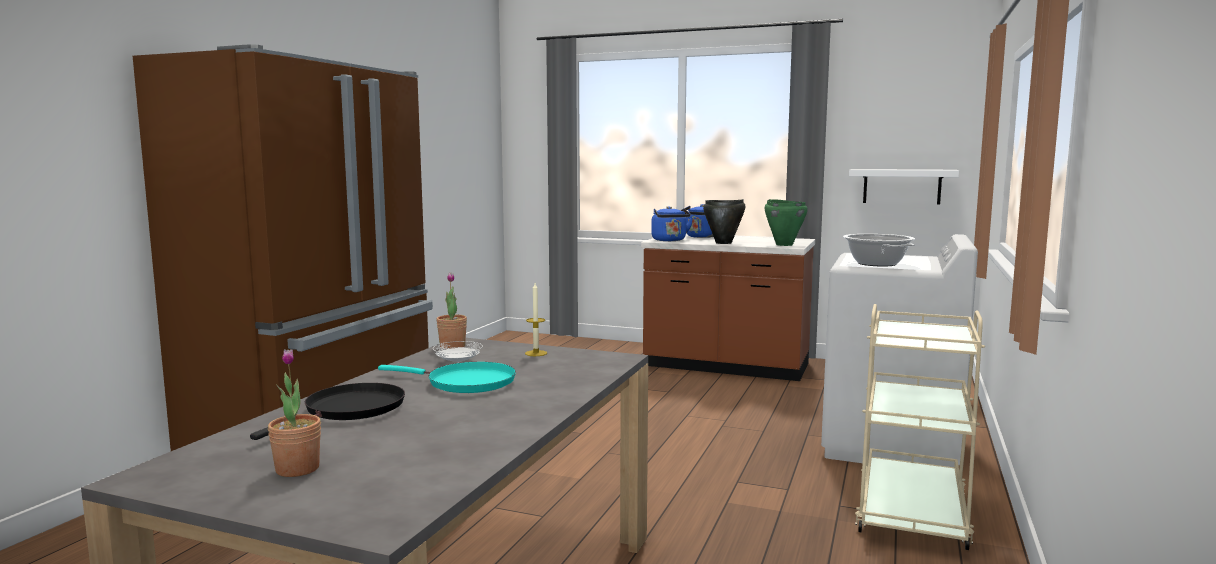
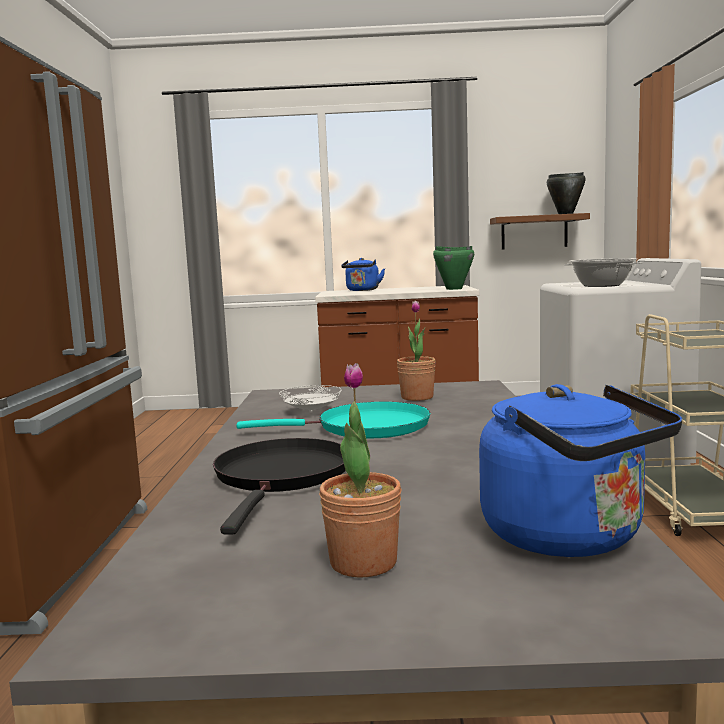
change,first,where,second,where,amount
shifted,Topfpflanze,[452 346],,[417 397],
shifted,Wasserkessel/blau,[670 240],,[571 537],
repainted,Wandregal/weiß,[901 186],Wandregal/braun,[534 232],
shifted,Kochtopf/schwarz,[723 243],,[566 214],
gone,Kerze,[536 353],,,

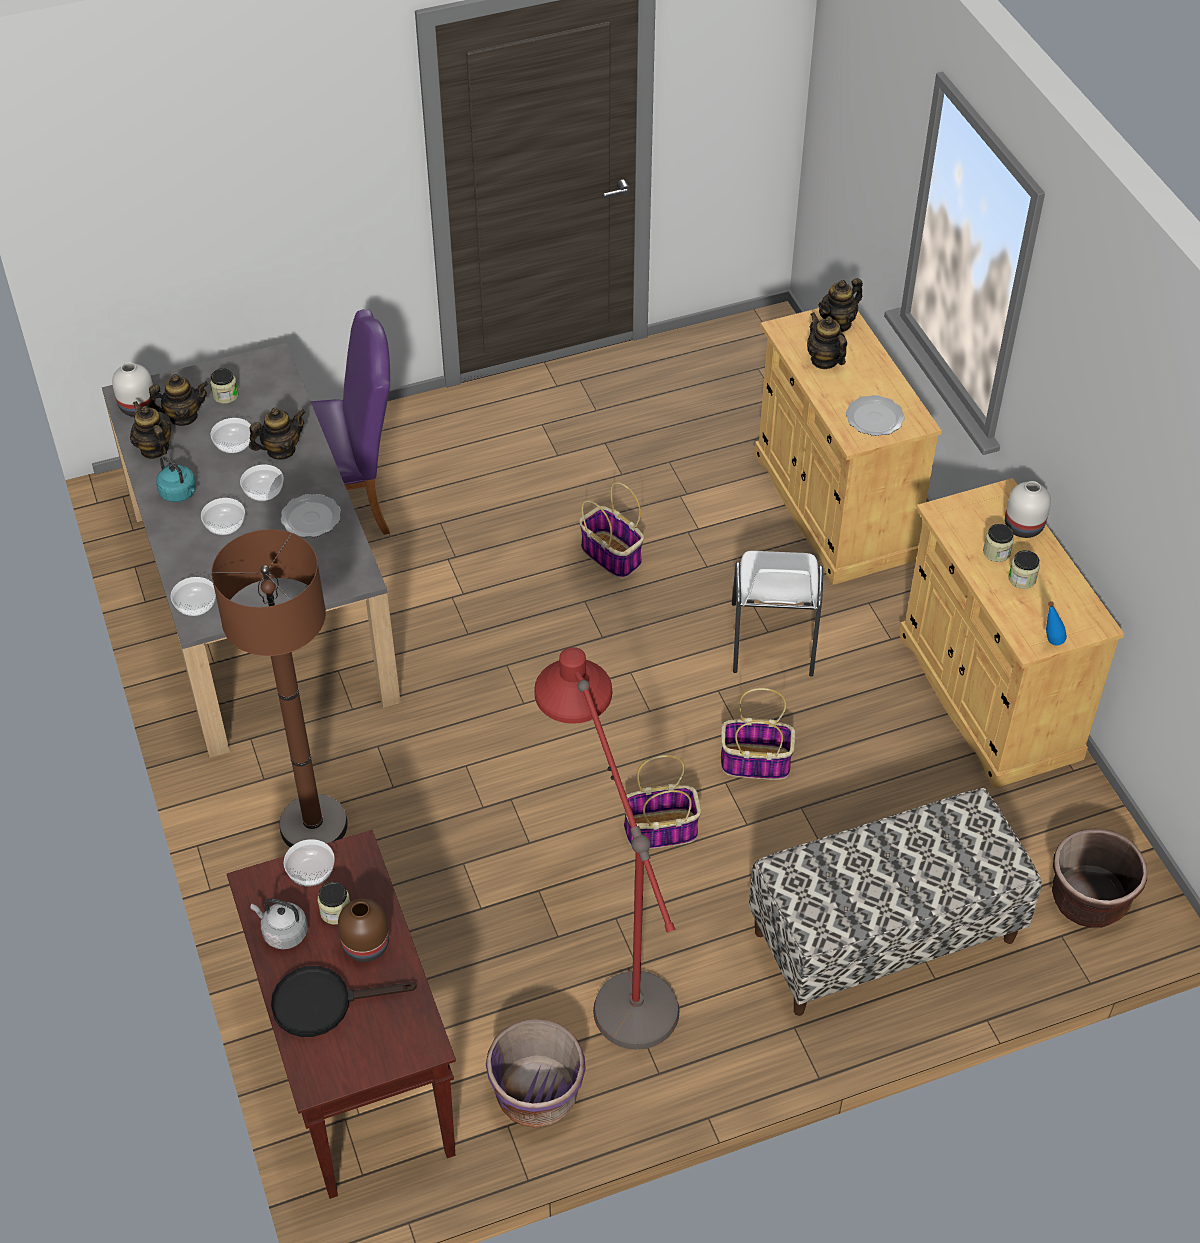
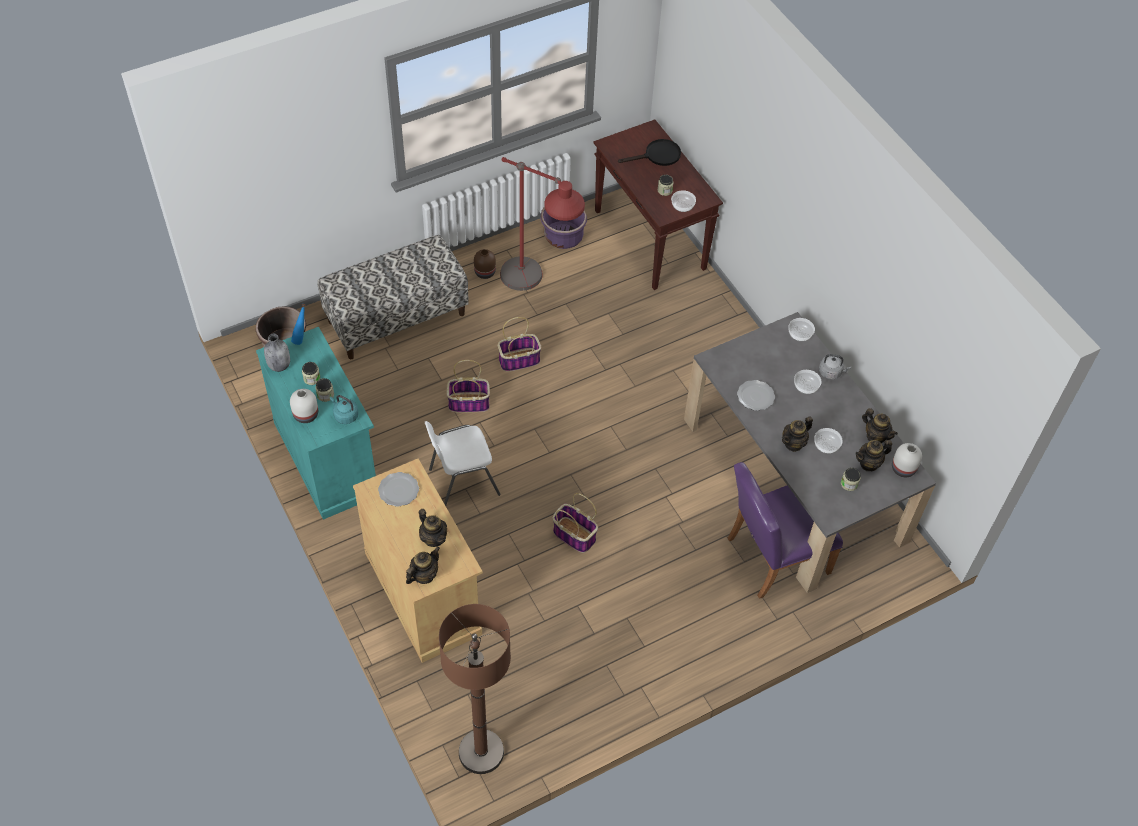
change,first,where,second,where,amount
repainted,Schrank/beige,[988 695],Schrank/türkis,[327 458],
new,,,Flasche/grau,[279 365],
shifted,Wasserkessel/türkis,[179 493],,[345 415],
rotated,Stuhl/weiß,[772 642],,[462 481],105 degrees counterclockwise
shifted,Stehlampe/braun,[314 825],,[481 752],
shifted,Vase/braun,[367 946],,[484 272],
shifted,Wasserkessel/grau,[283 933],,[831 372],
gone,Schüssel,[264 491],,,

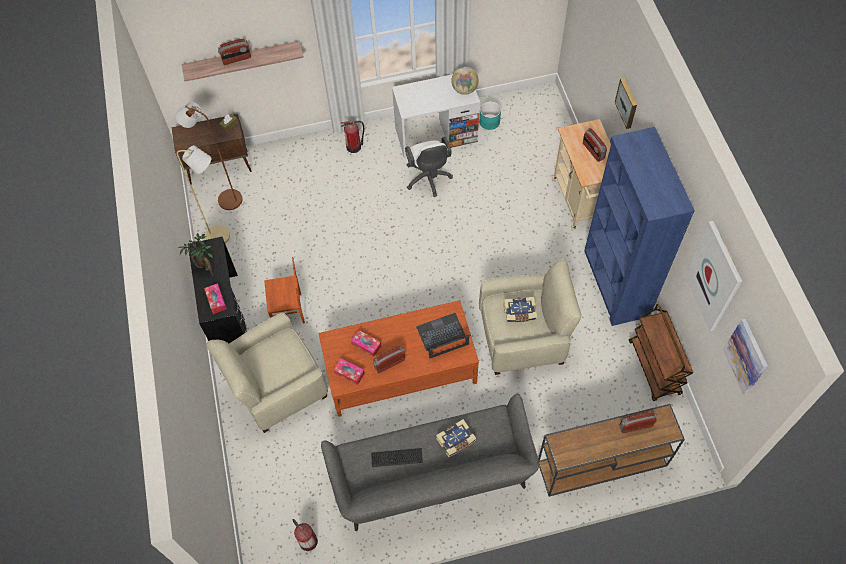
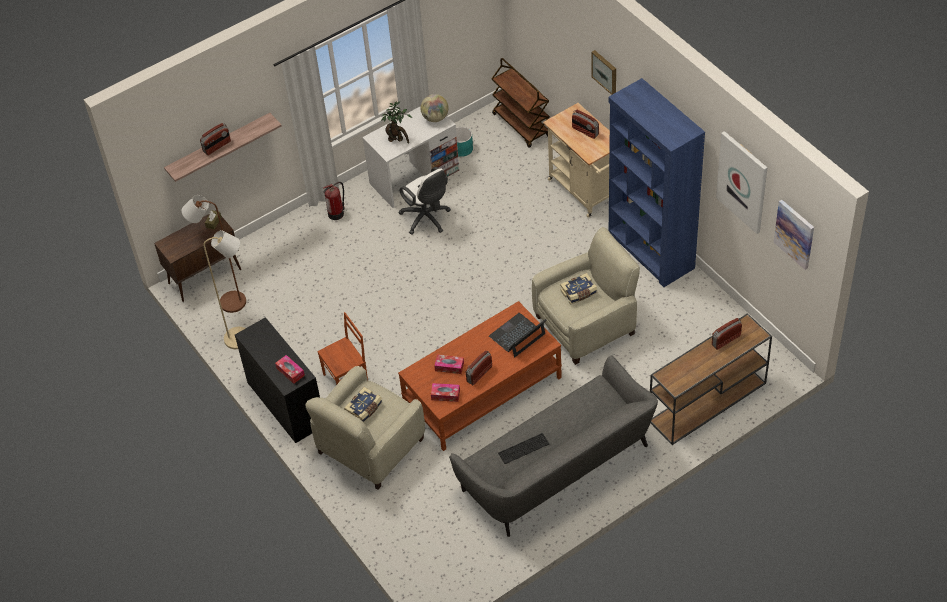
change,first,where,second,where,amount
shifted,Buch,[456 441],,[364 409],
shifted,Topfpflanze,[205 267],,[397 140],
shifted,Rollwagen/braun,[654 368],,[522 125],
gone,Feuerlöscher,[307 540],,,

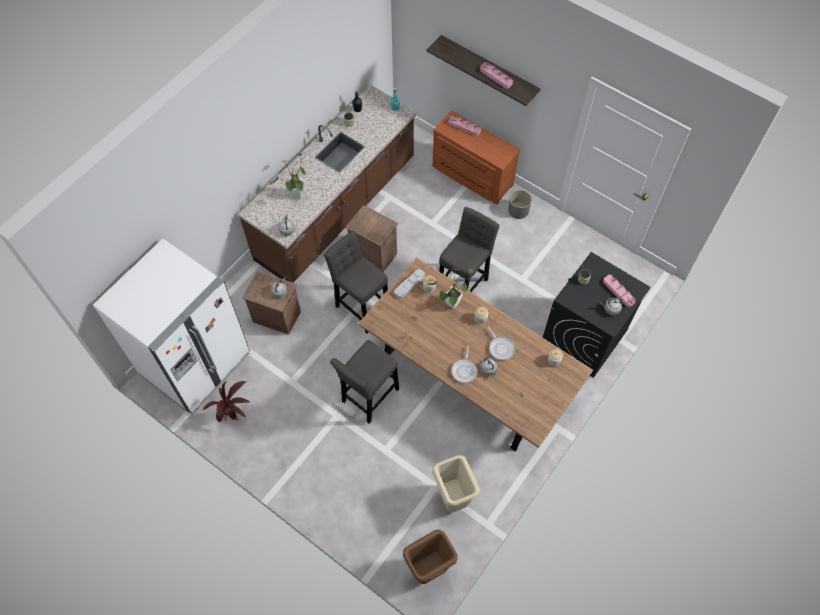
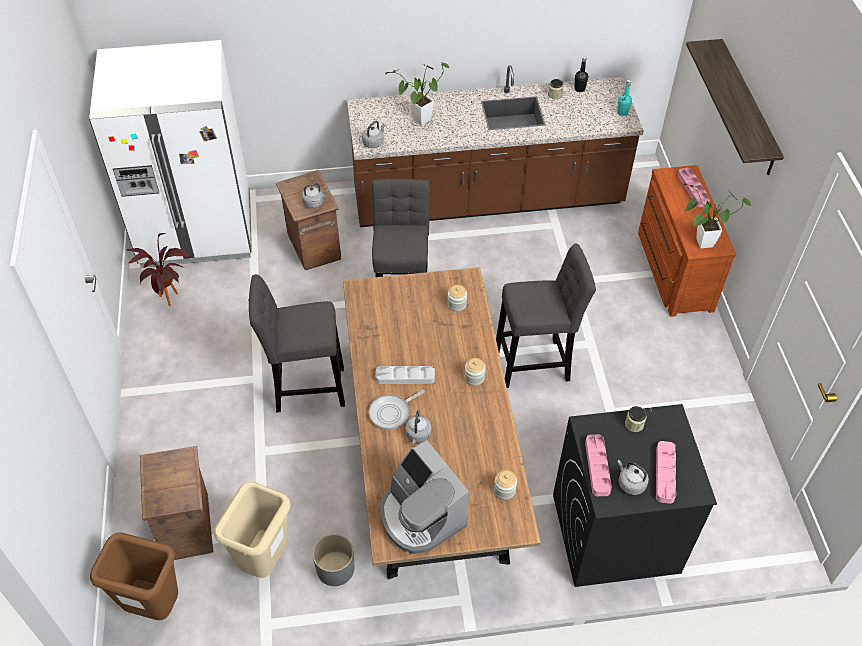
change,first,where,second,where,amount
shifted,Kiste,[373 255],,[187 527],
shifted,Pflanzkübel/grau,[518 210],,[335 568],
shifted,Tablett/grau,[409 284],,[405 377],
new,,,Kaffeemaschine,[420 515],
shifted,Tablett/rosa,[496 77],,[597 467],
shifted,Topfpflanze,[450 305],,[700 243],
gone,Pfanne,[500 347],,,

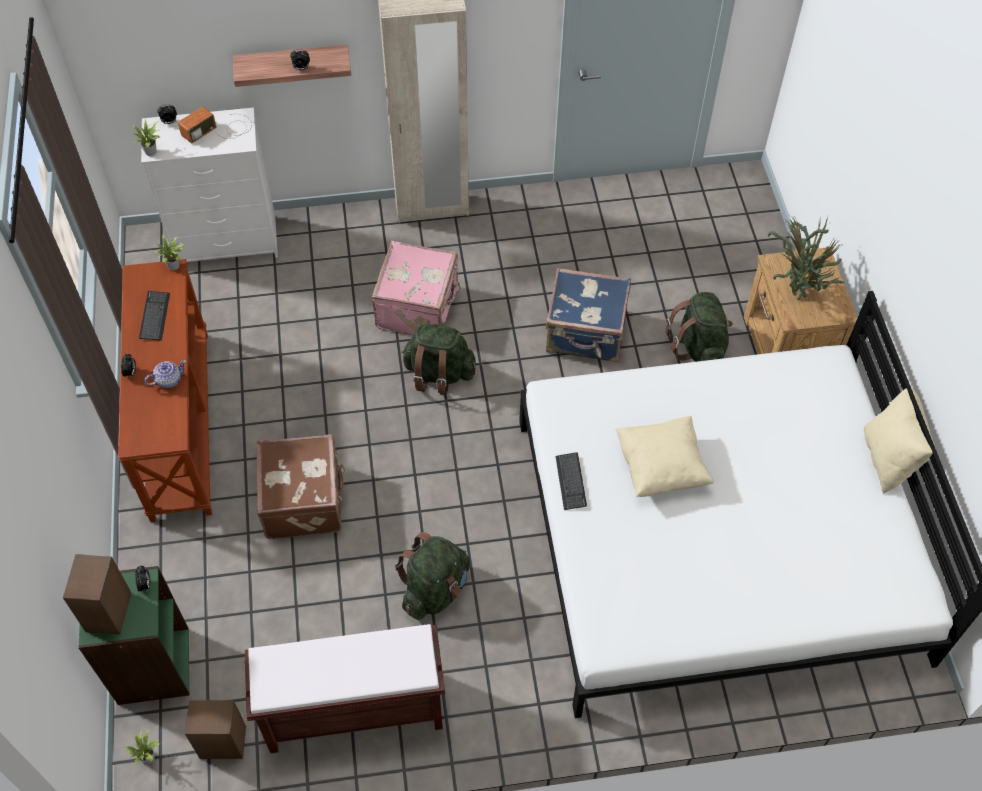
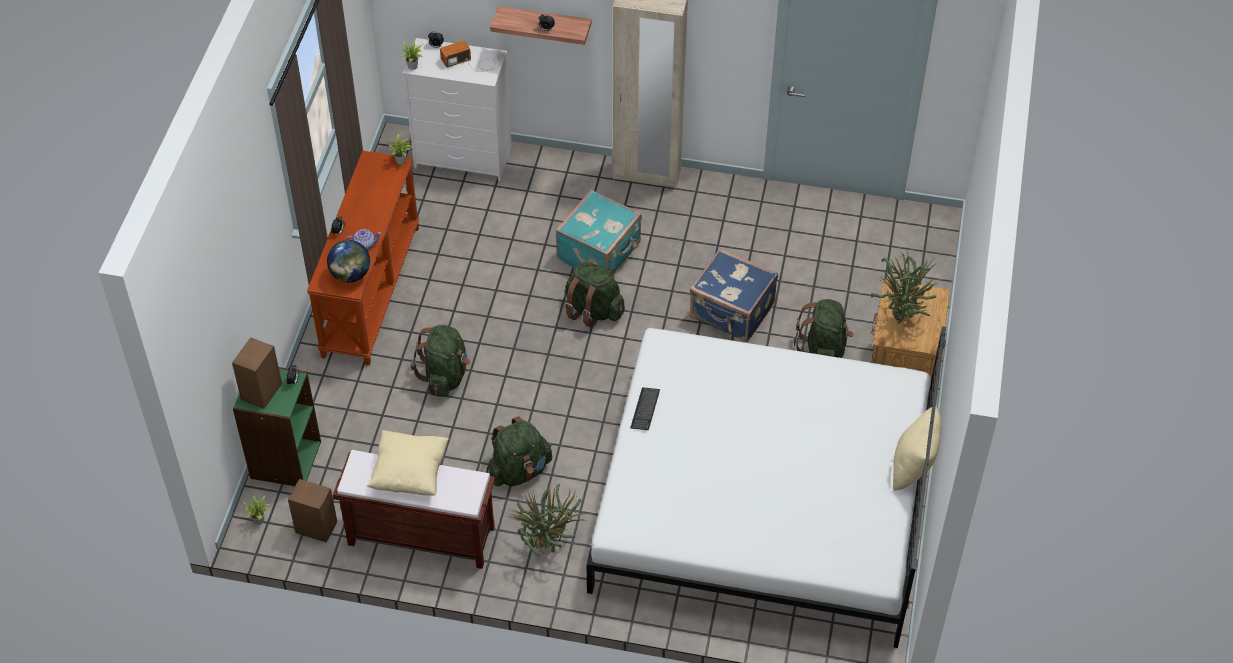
change,first,where,second,where,amount
new,,,Globus,[350 275],
shifted,Kissen/beige,[661 467],,[410 474],
swapped,Koffer/braun,[305 500],Rucksack/grün,[445 376],
new,,,Topfpflanze,[549 546],
repainted,Koffer/rosa,[419 307],Koffer/türkis,[600 252],
gone,Tastatur,[155 316],,,

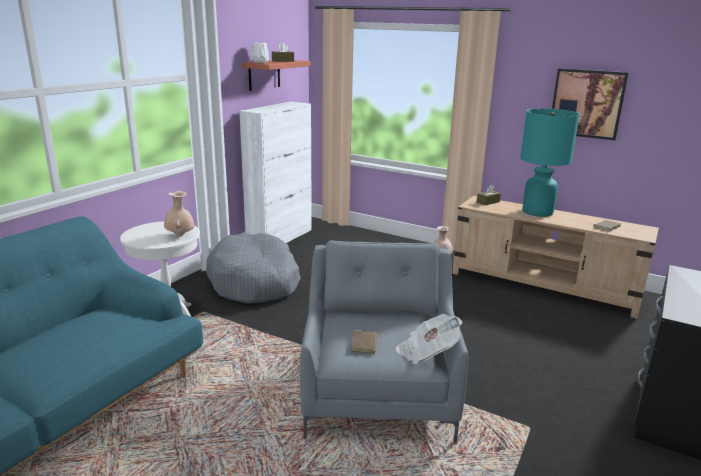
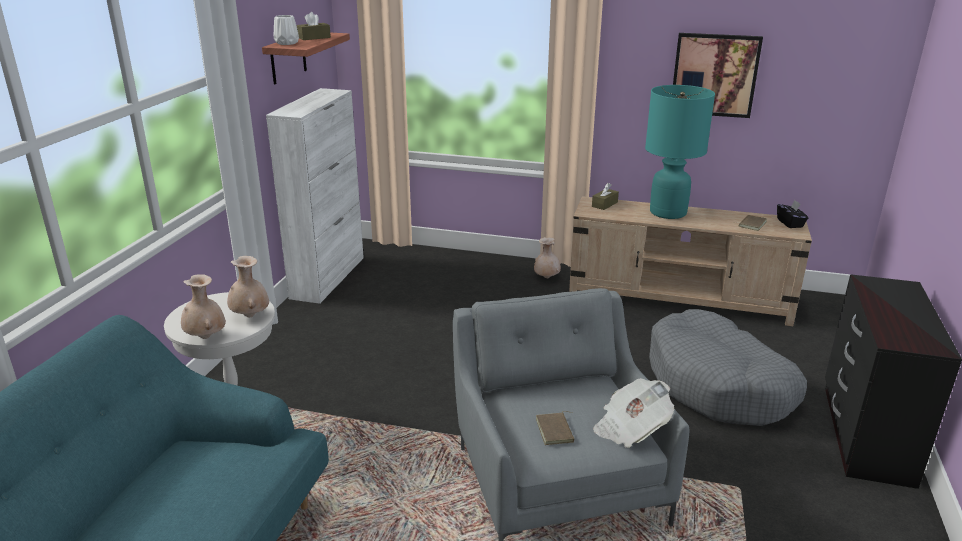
change,first,where,second,where,amount
new,,,Vase/beige,[206 337],
shifted,Hundebett/grau,[255 281],,[719 385],
new,,,Taschentuchbox/schwarz,[790 223],

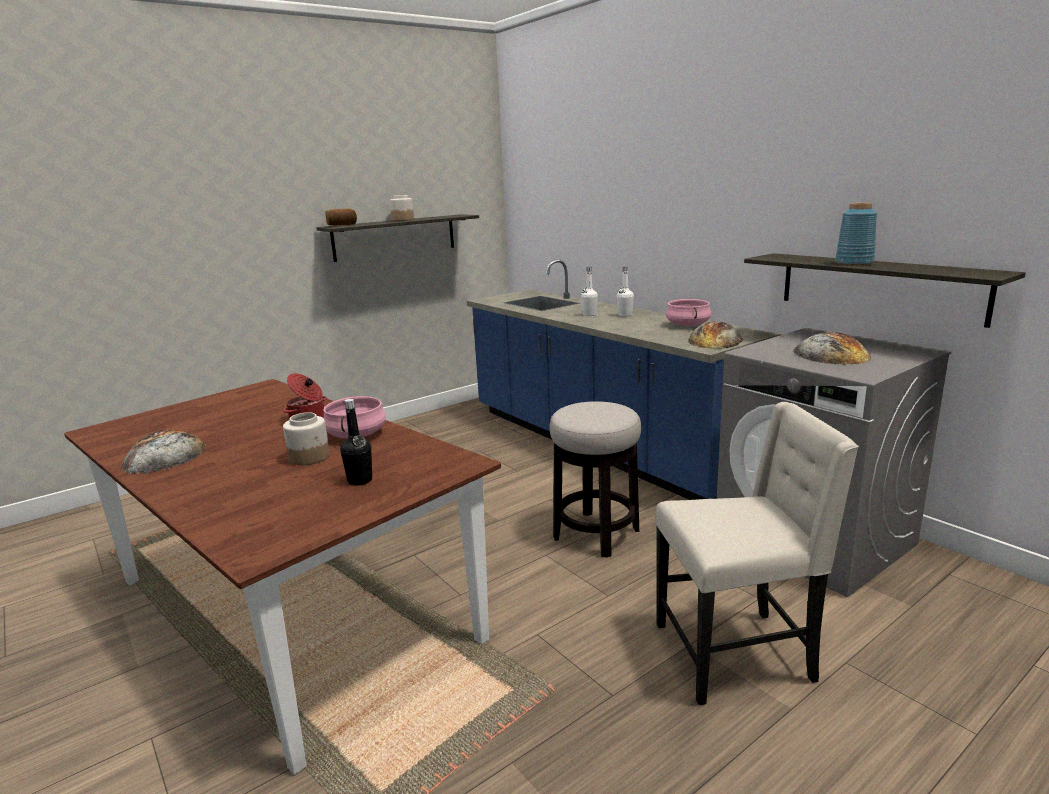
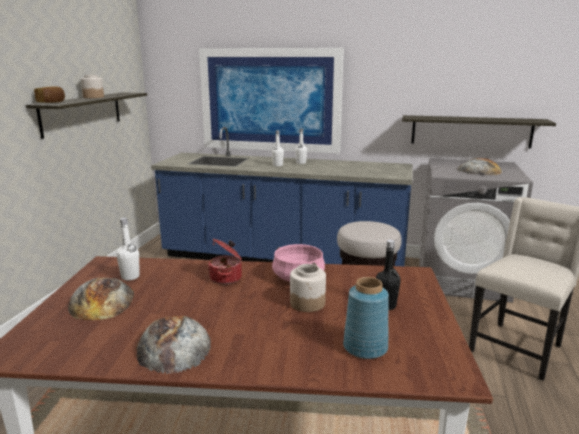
change,first,where,second,where,amount
shifted,Brot,[715 340],,[102 301],
new,,,Flasche/weiß,[130 277],
new,,,Bild,[270 100],
shifted,Vase/blau,[854 263],,[365 347],
gone,Kochtopf/rosa,[687 325],,,

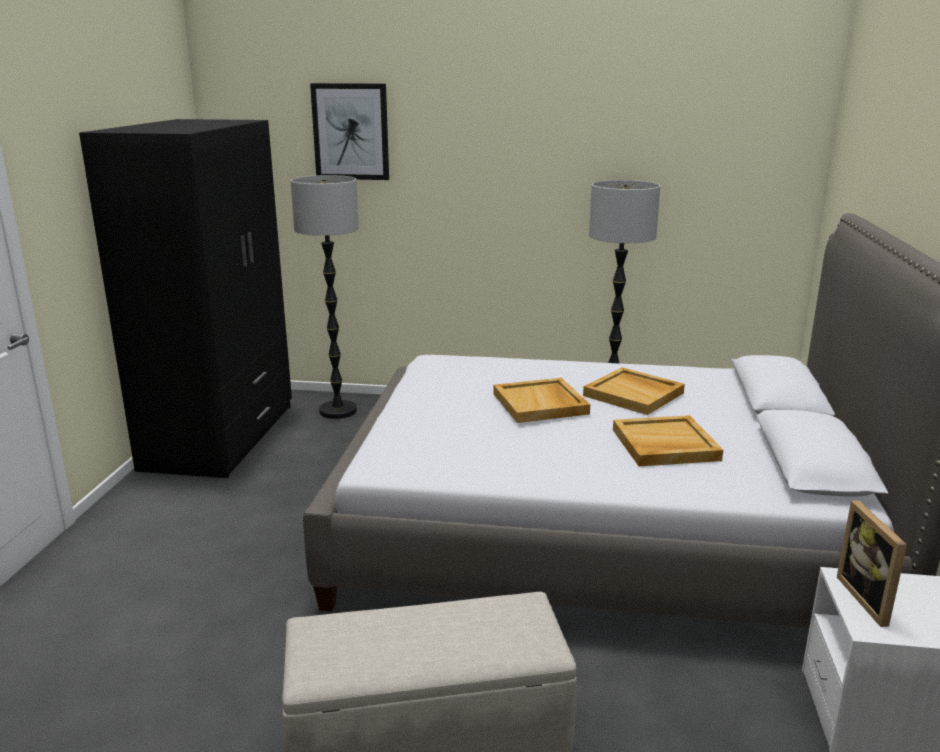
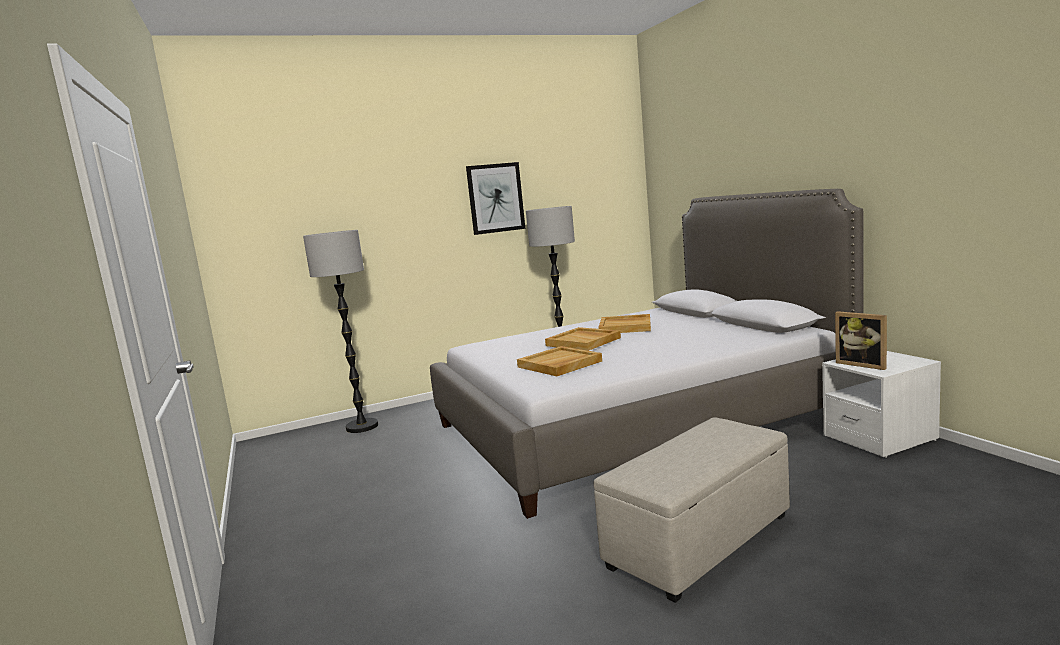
change,first,where,second,where,amount
shifted,Bild,[351 132],,[495 198],
shifted,Tablett/beige,[664 445],,[559 364],
gone,Kleiderschrank/schwarz,[221 436],,,

